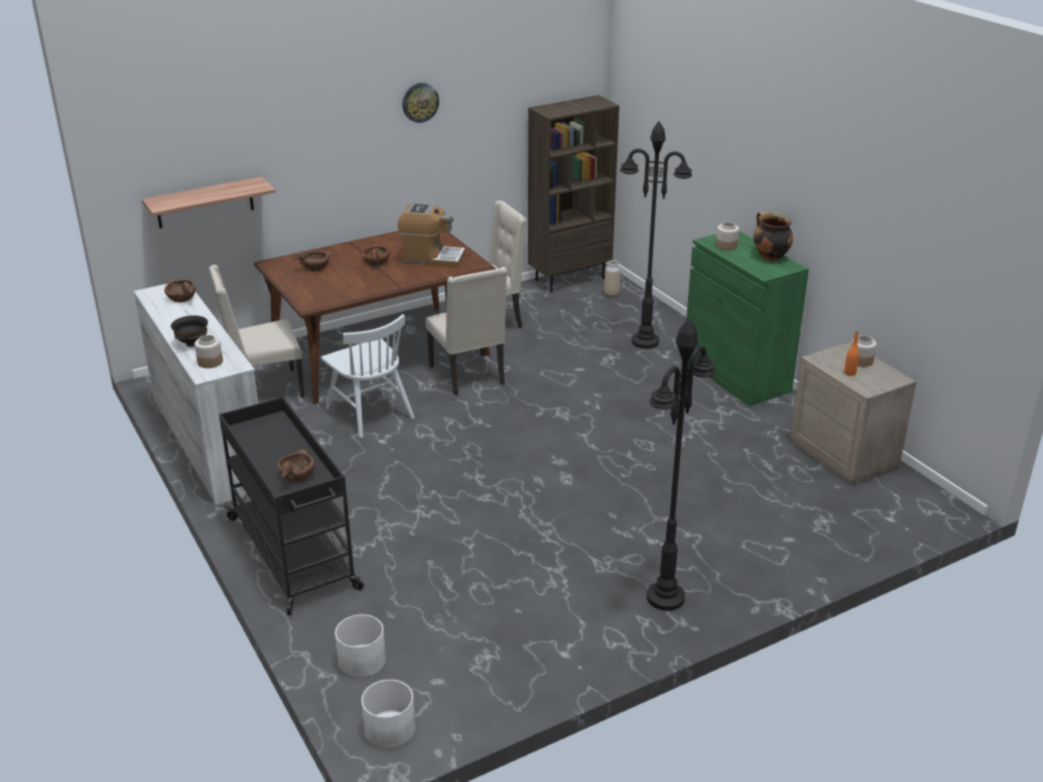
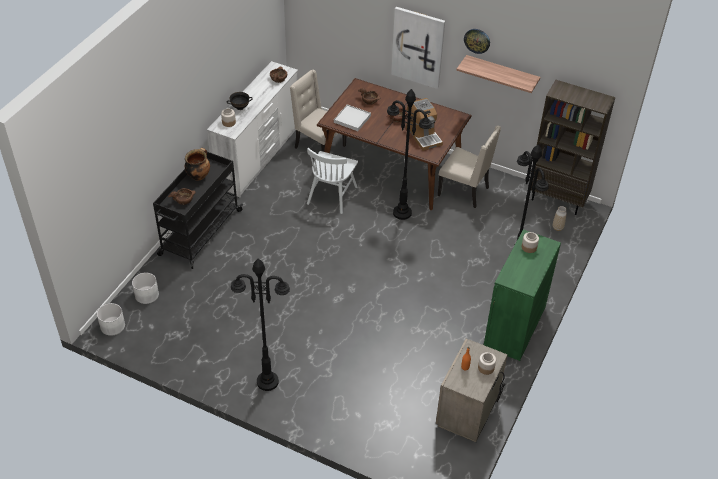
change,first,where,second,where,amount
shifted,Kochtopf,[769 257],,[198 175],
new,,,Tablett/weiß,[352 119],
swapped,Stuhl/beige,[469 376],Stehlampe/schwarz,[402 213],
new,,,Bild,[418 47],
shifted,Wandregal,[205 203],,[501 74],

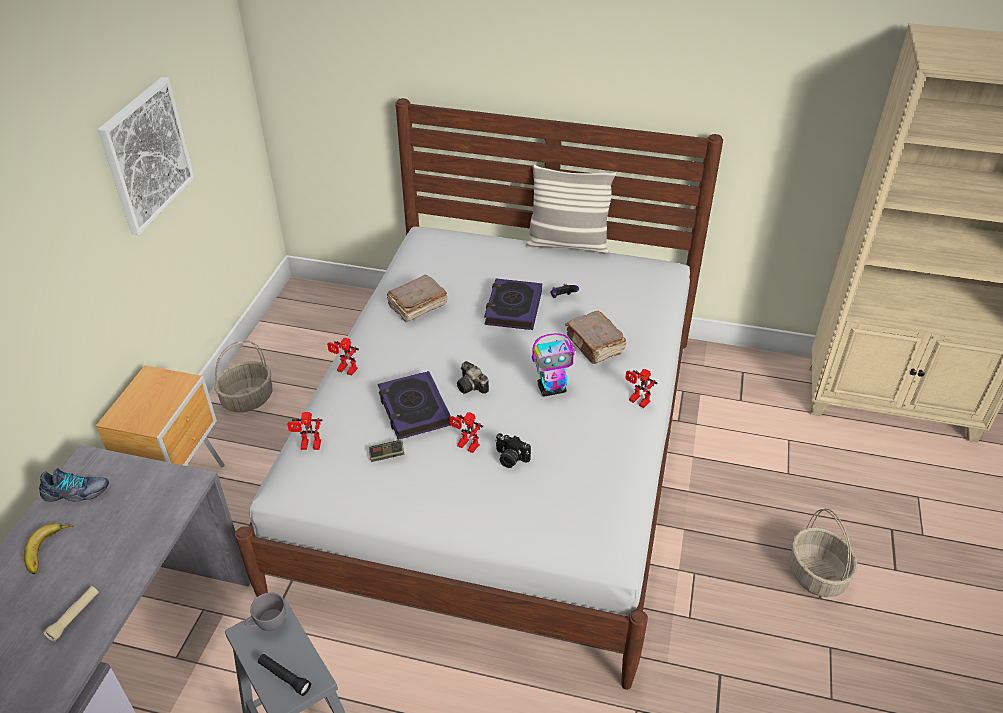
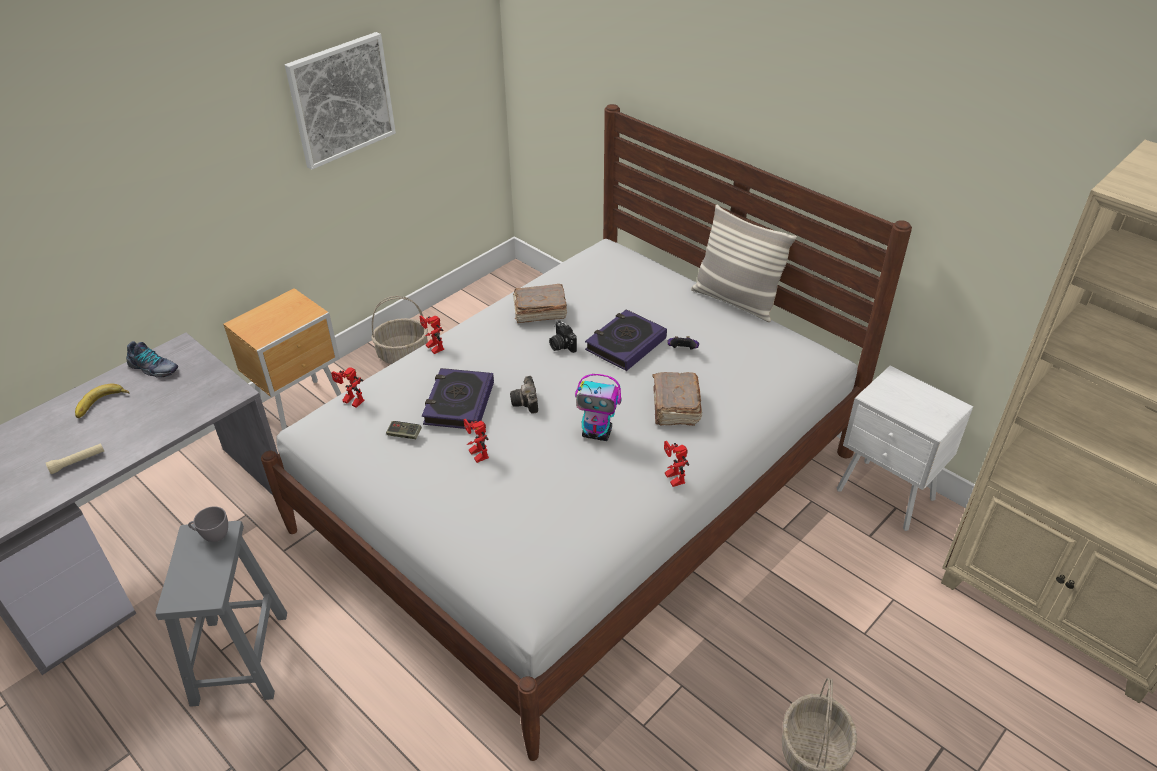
change,first,where,second,where,amount
shifted,Kamera,[510 458],,[561 345],
new,,,Nachttisch/weiß,[886 497],
gone,Taschenlampe/schwarz,[284 677],,,

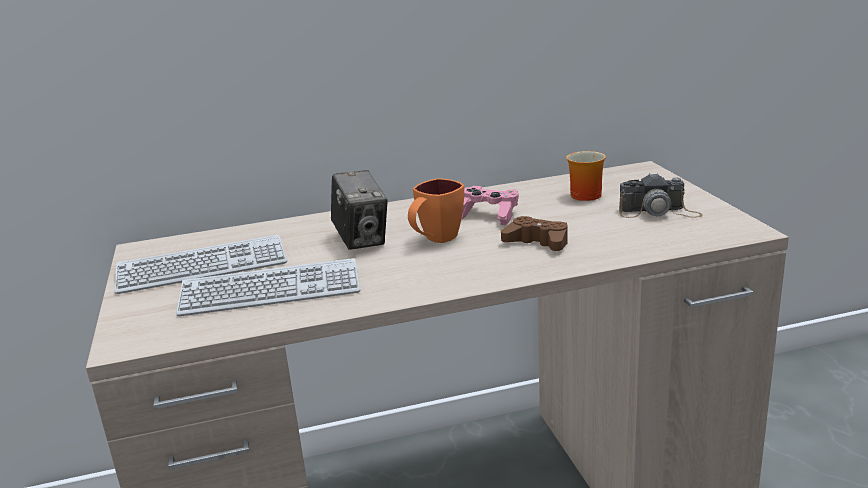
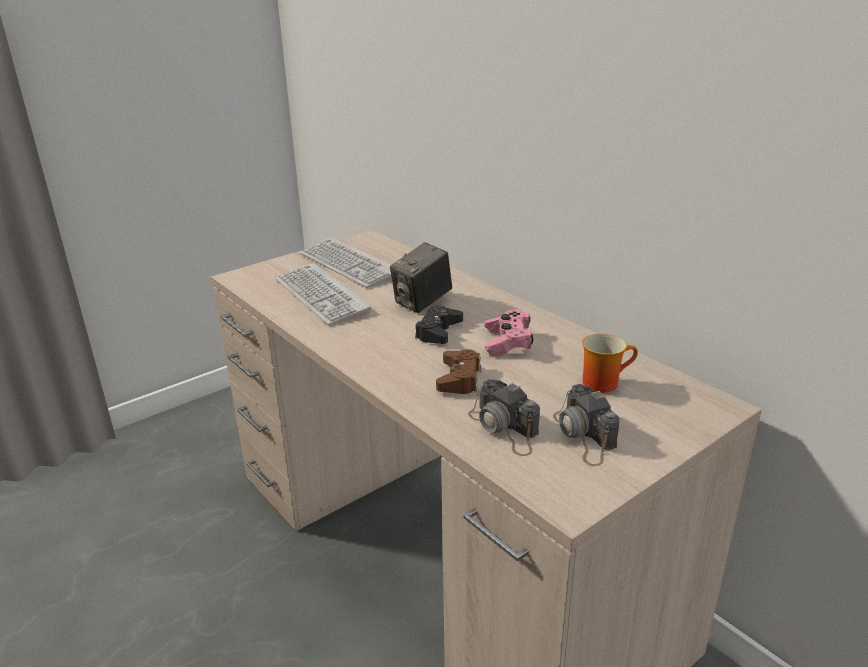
change,first,where,second,where,amount
swapped,Henkelbecher/orange,[435 240],Gamepad/schwarz,[438 331],
new,,,Kamera,[505 428],

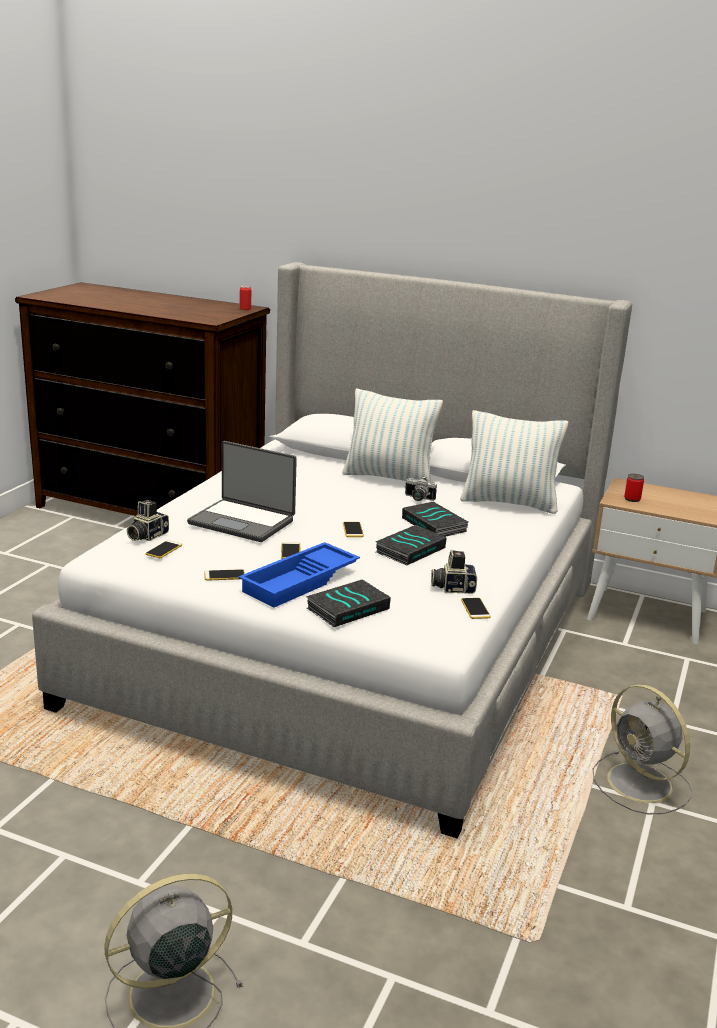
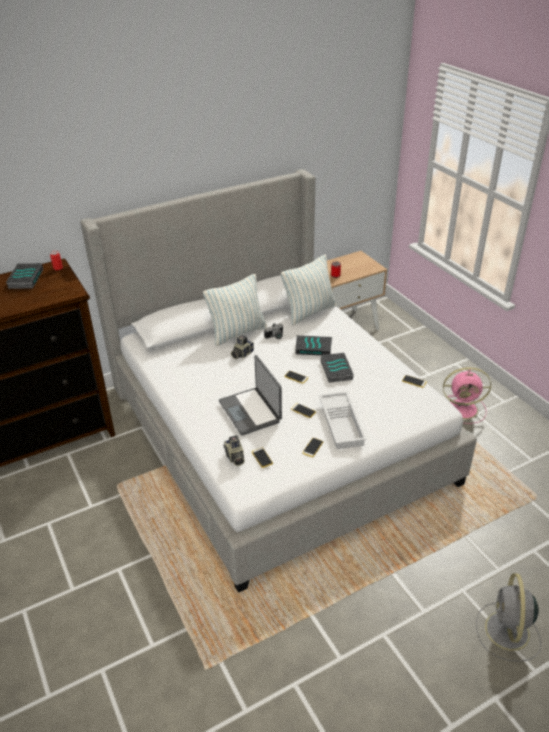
change,first,where,second,where,amount
shifted,Buch,[347 608],,[25 278],
rotated,Laptop,[243 521],,[251 411],90 degrees clockwise
shifted,Kamera,[452 588],,[241 354],
repainted,Tablett/blau,[300 582],Tablett/weiß,[342 423],
repainted,Ventilator/grau,[642 784],Ventilator/rosa,[463 409],

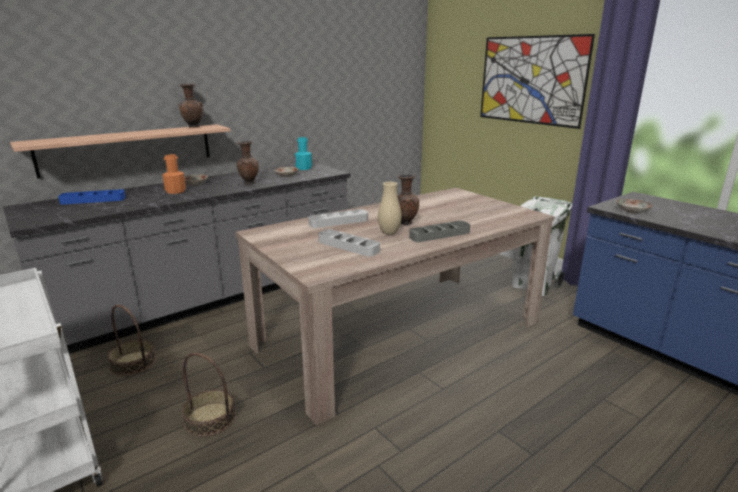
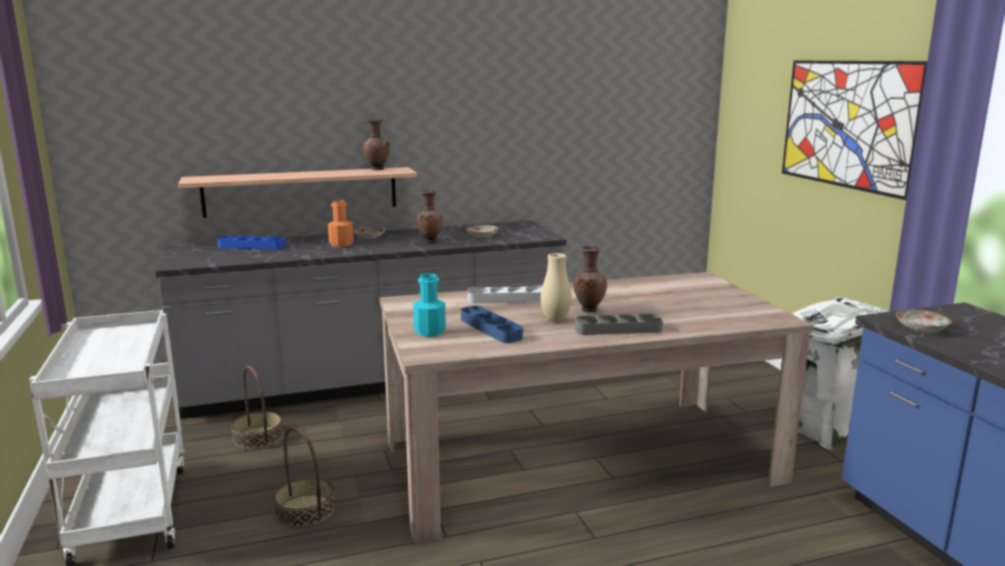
change,first,where,second,where,amount
shifted,Flasche/türkis,[303 168],,[430 331],
repainted,Tablett/grau,[348 246],Tablett/blau,[490 329],

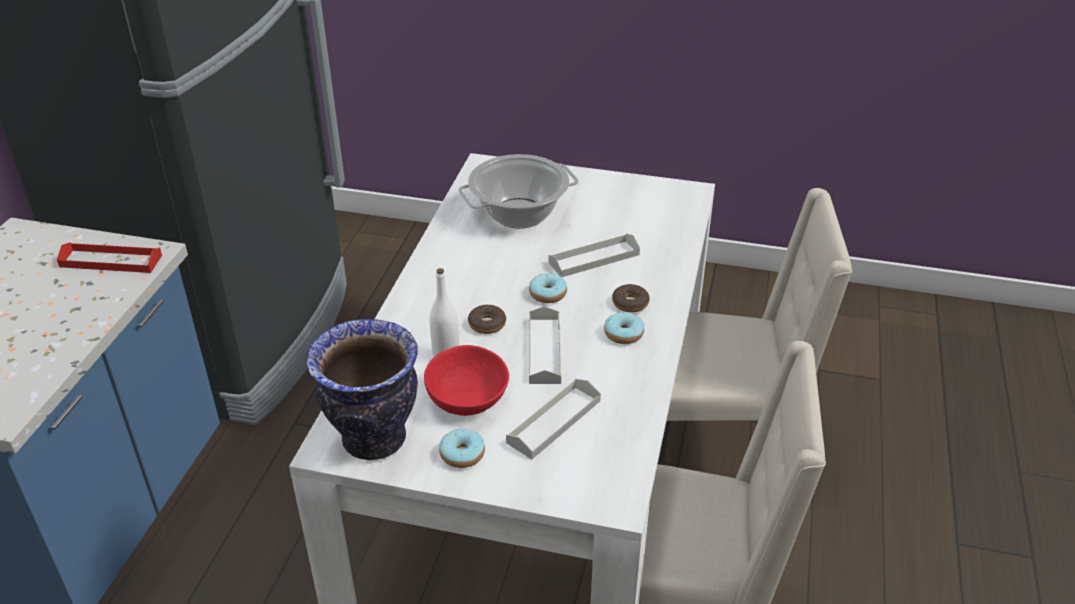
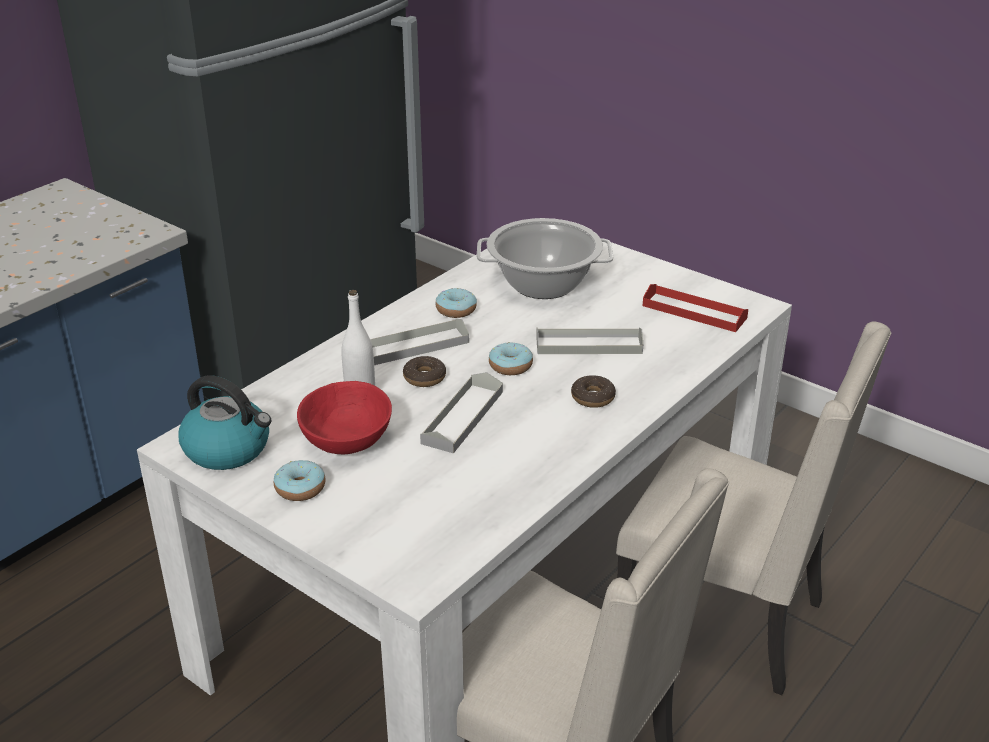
change,first,where,second,where,amount
swapped,Vase,[373 439],Wasserkessel,[229 449],
shifted,Tablett/grau,[554 421],,[414 346],
shifted,Donut,[623 334],,[456 310],
shifted,Tablett/rot,[111 261],,[694 312],

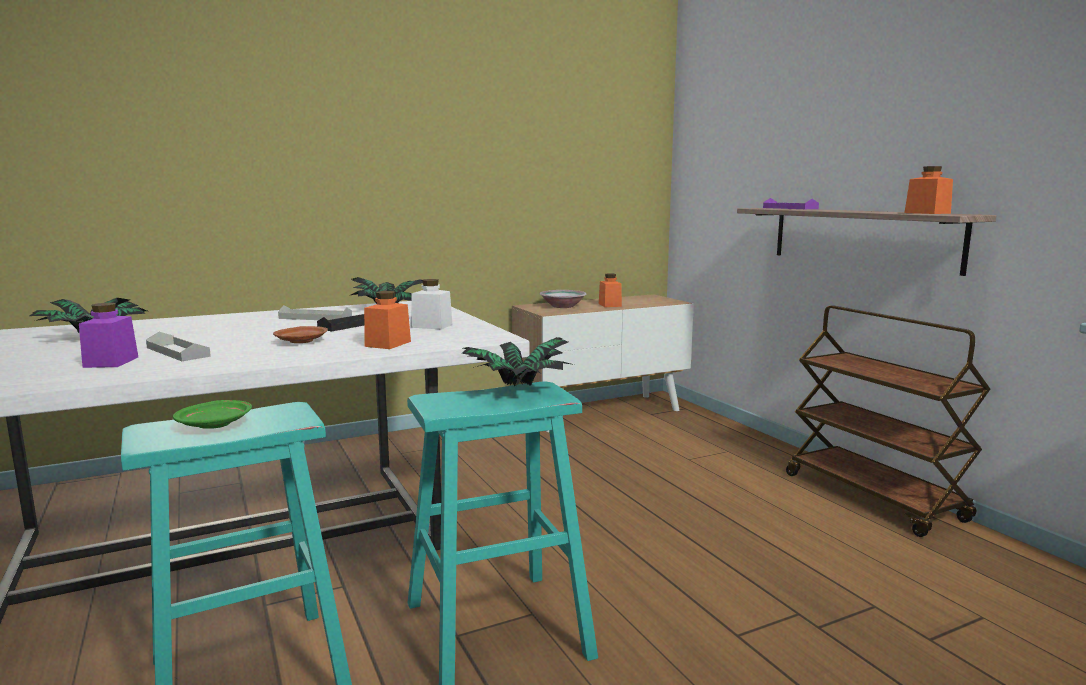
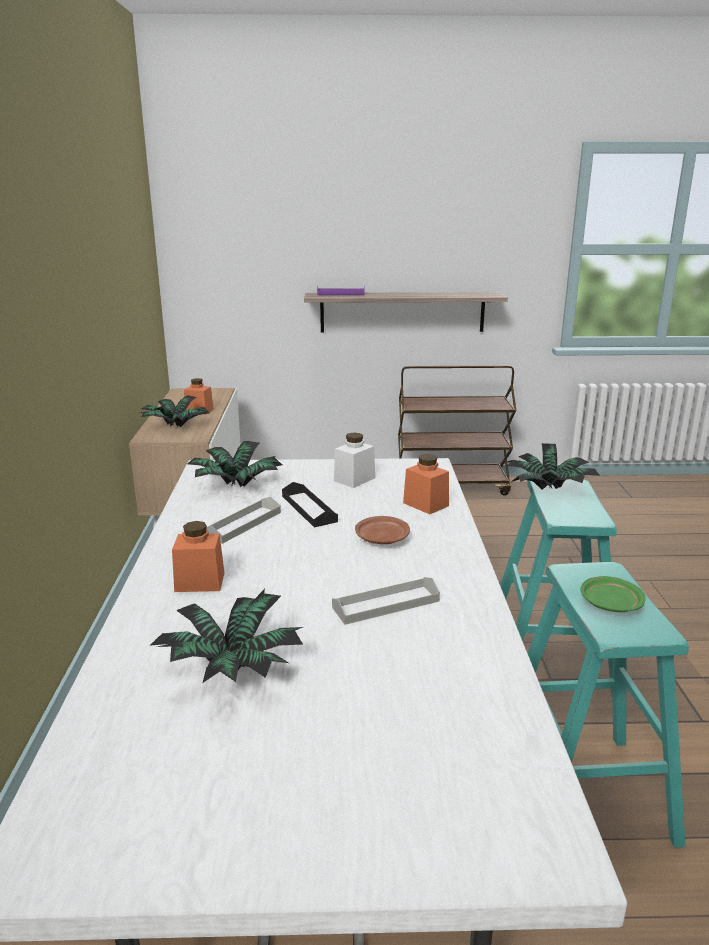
change,first,where,second,where,amount
swapped,Schüssel,[562 306],Topfpflanze,[175 426],
shifted,Vorratsglas/orange,[927 213],,[200 582],
gone,Vorratsglas/lila,[111 362],,,

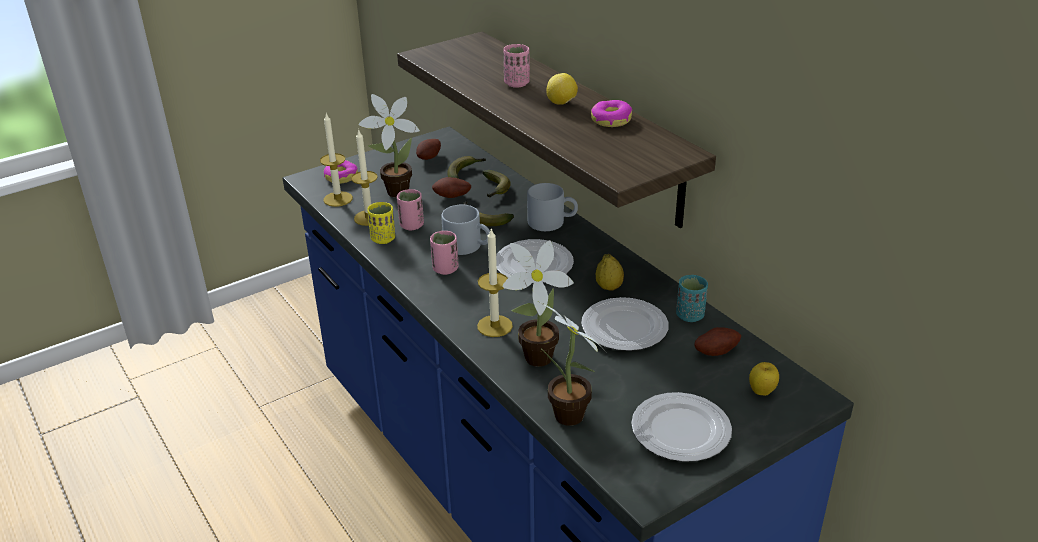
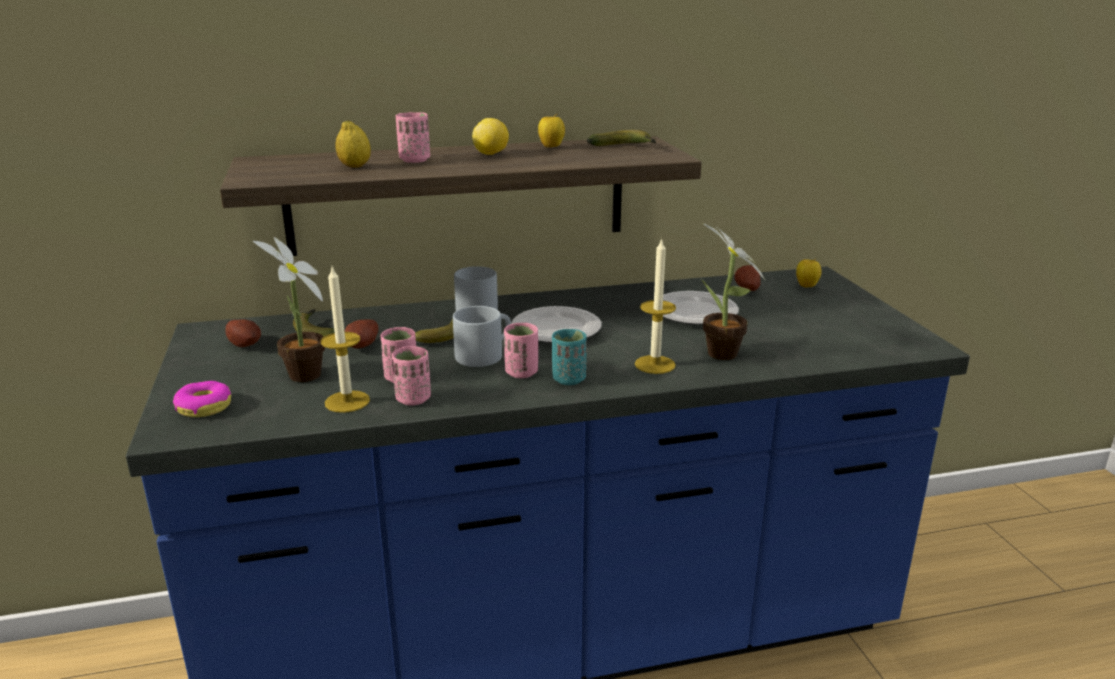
change,first,where,second,where,amount
shifted,Zitrone,[609 287],,[355 167],
repainted,Tasse/gelb,[383 239],Tasse/rosa,[413 399],
swapped,Donut,[611 120],Apfel,[551 147],
shifted,Tasse/türkis,[690 315],,[569 379],
shifted,Banane,[494 190],,[624 147],
gone,Kerze,[338 199],,,
gone,Topfpflanze,[571 419],,,
gone,Teller,[679 430],,,

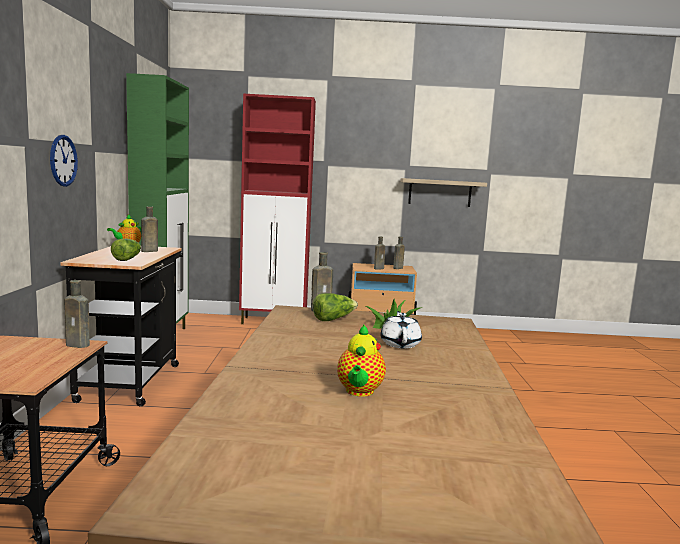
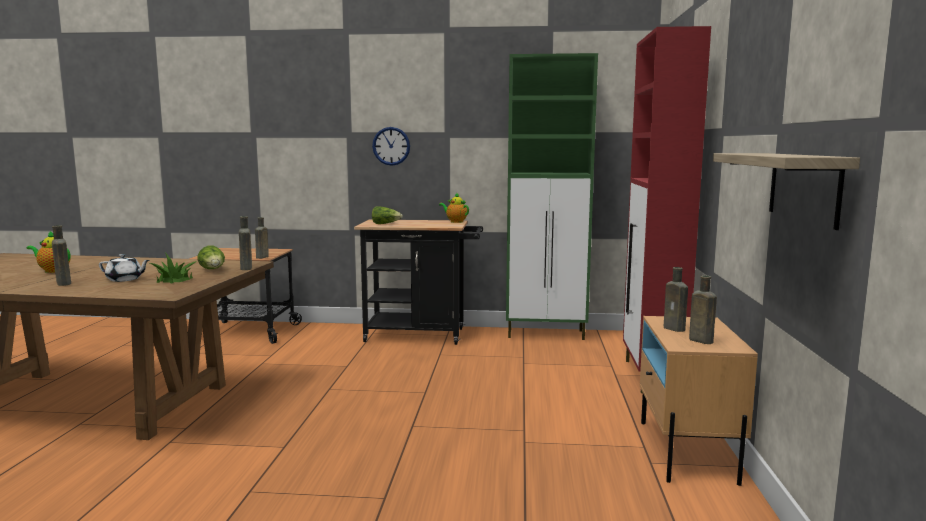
change,first,where,second,where,amount
shifted,Flasche/braun,[148 251],,[63 283],

